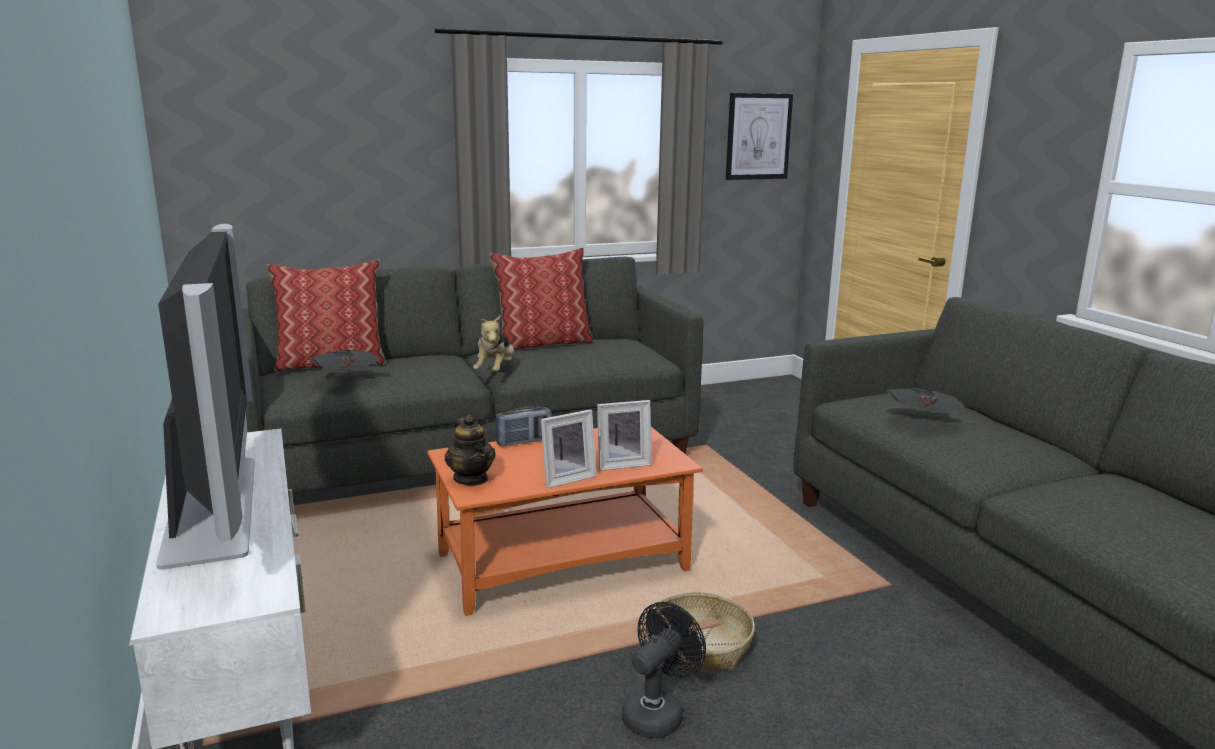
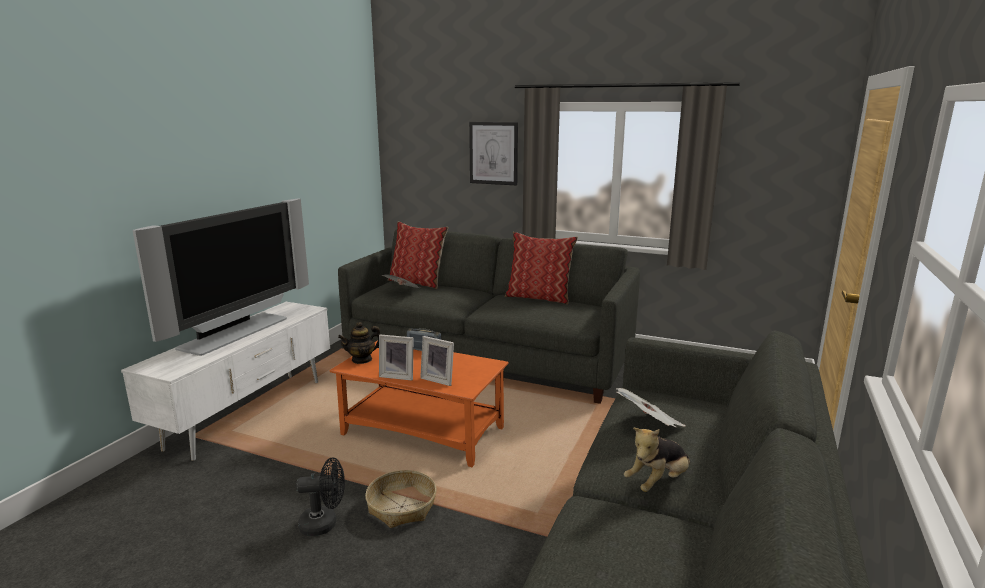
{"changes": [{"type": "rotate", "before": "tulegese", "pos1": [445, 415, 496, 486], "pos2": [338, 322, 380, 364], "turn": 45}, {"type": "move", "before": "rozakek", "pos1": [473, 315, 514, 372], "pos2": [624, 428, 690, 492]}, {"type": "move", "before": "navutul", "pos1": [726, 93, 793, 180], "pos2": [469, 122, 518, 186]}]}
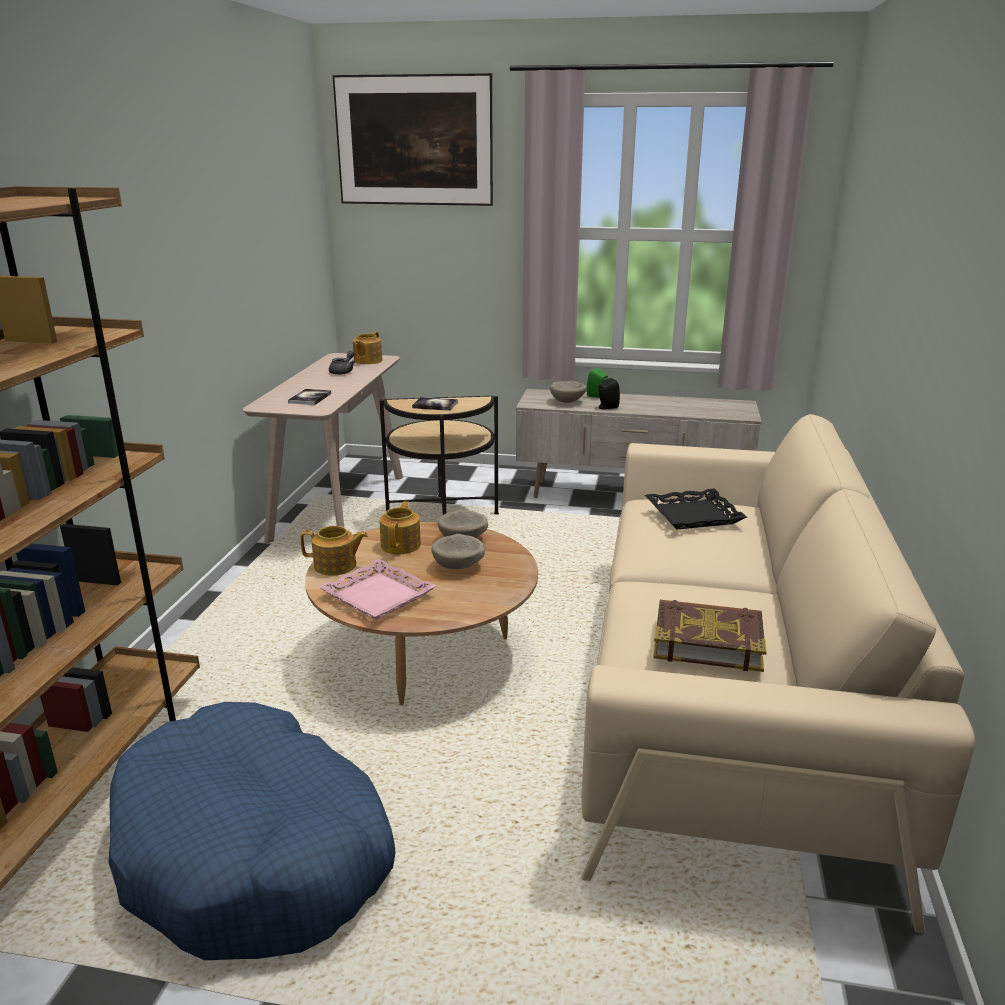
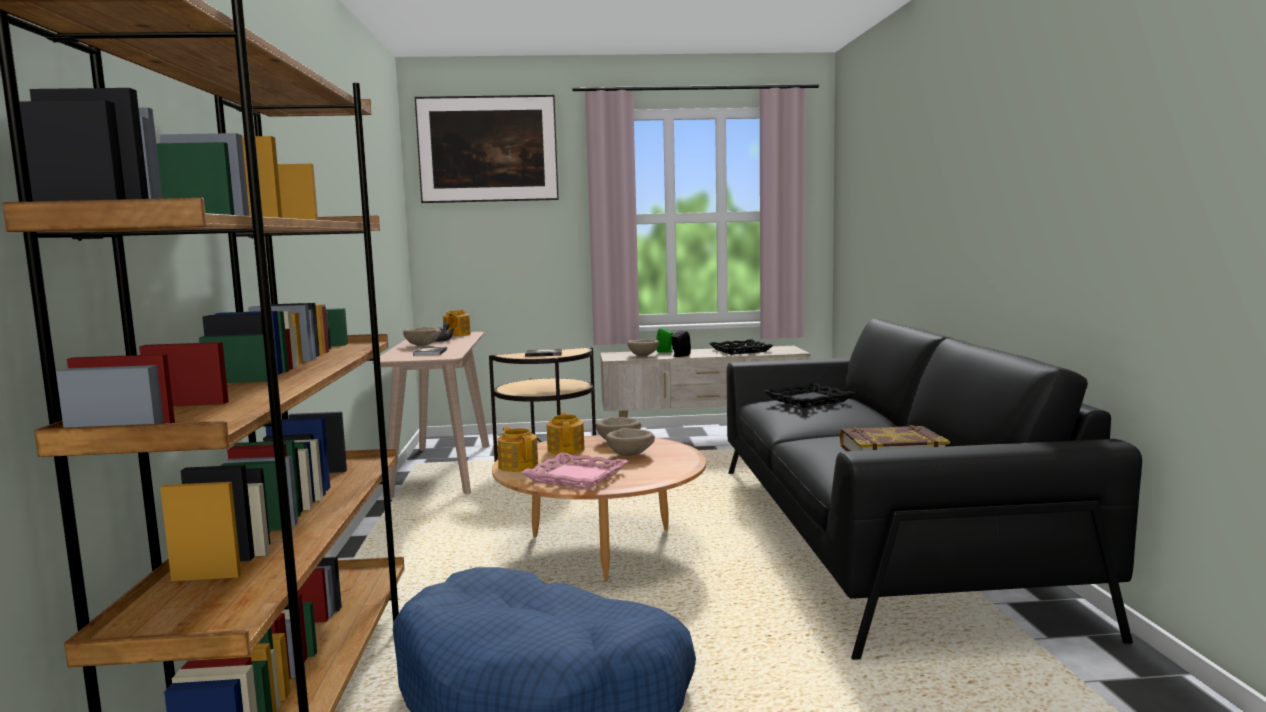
{"changes": [{"type": "rotate", "before": "tulegese", "pos1": [301, 526, 368, 576], "pos2": [497, 426, 538, 472], "turn": -105}, {"type": "recolor", "before": "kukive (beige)", "after": "kukive (black)", "pos1": [581, 414, 975, 934], "pos2": [727, 318, 1142, 660]}, {"type": "insert", "after": "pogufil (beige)", "pos2": [403, 327, 441, 346]}, {"type": "insert", "after": "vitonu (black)", "pos2": [709, 340, 773, 355]}]}
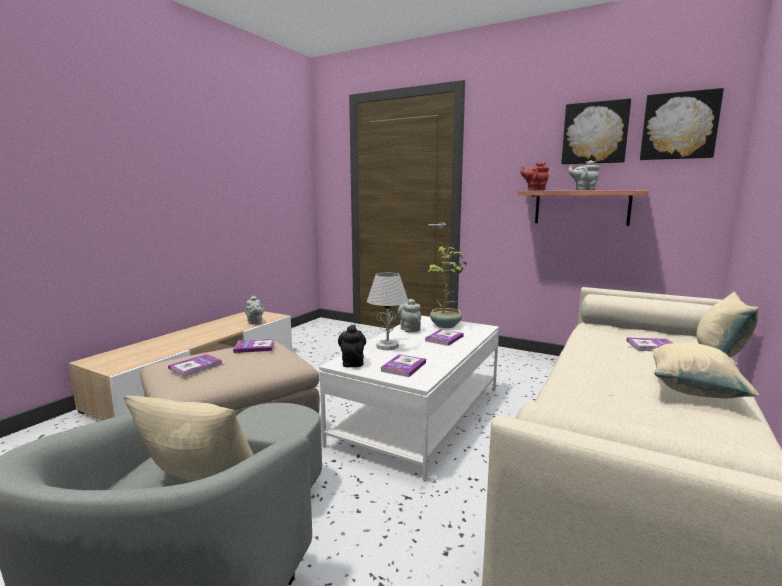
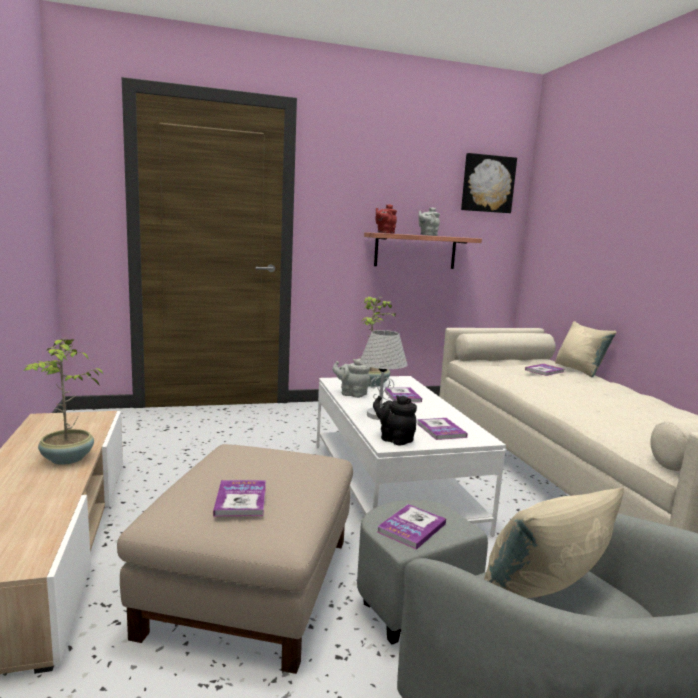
{"changes": [{"type": "move", "before": "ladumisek", "pos1": [233, 339, 274, 353], "pos2": [377, 504, 446, 550]}, {"type": "delete", "before": "tulegese (grey)", "pos1": [245, 296, 264, 324]}, {"type": "delete", "before": "navutul", "pos1": [561, 98, 631, 164]}, {"type": "delete", "before": "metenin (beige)", "pos1": [652, 342, 759, 398]}, {"type": "insert", "after": "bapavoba", "pos2": [24, 337, 103, 465]}]}
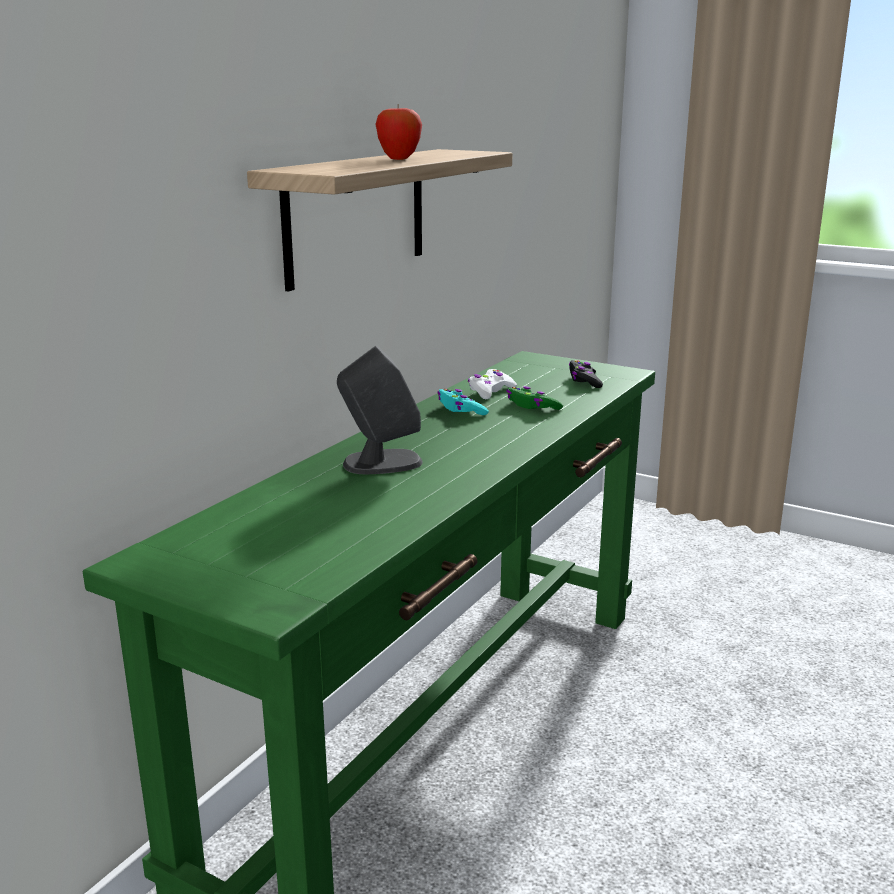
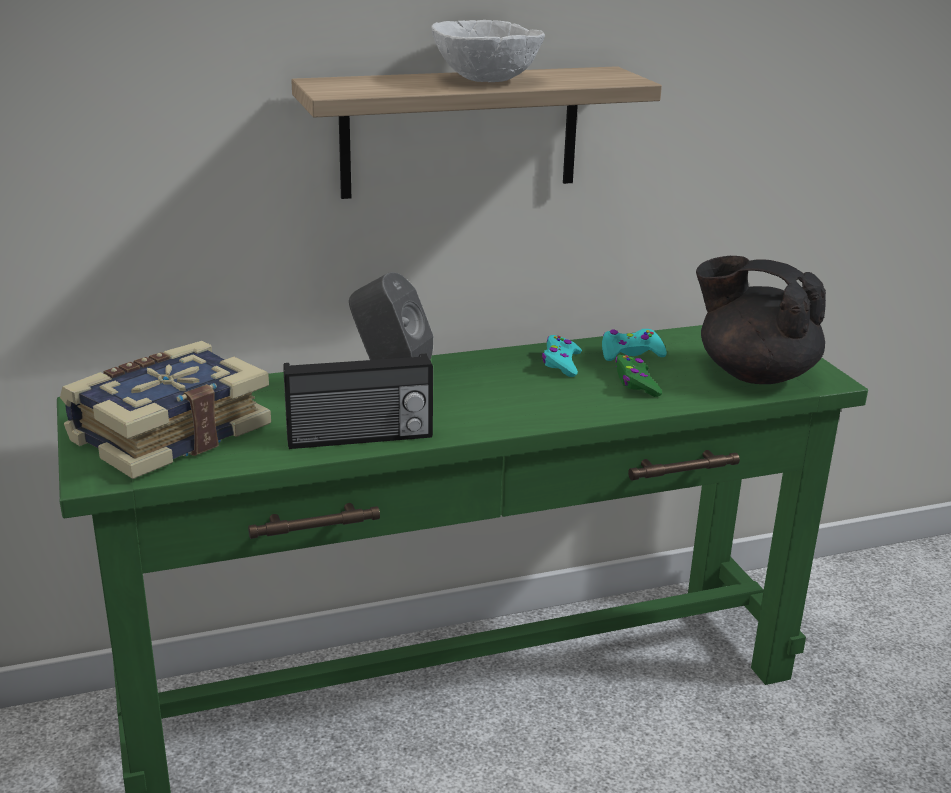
{"changes": [{"type": "replace", "before": "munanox", "after": "pogufil (white)", "pos1": [375, 103, 422, 160], "pos2": [431, 20, 545, 82]}, {"type": "recolor", "before": "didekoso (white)", "after": "didekoso (turquoise)", "pos1": [468, 369, 517, 399], "pos2": [602, 329, 667, 361]}, {"type": "replace", "before": "didekoso (black)", "after": "tulegese (black)", "pos1": [569, 360, 603, 388], "pos2": [696, 256, 826, 384]}, {"type": "insert", "after": "ladumisek", "pos2": [60, 341, 271, 479]}, {"type": "insert", "after": "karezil", "pos2": [283, 354, 433, 449]}]}
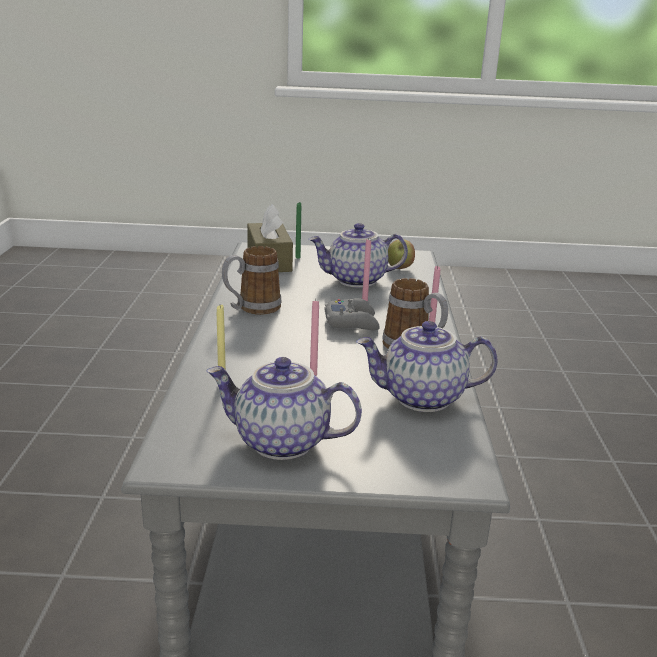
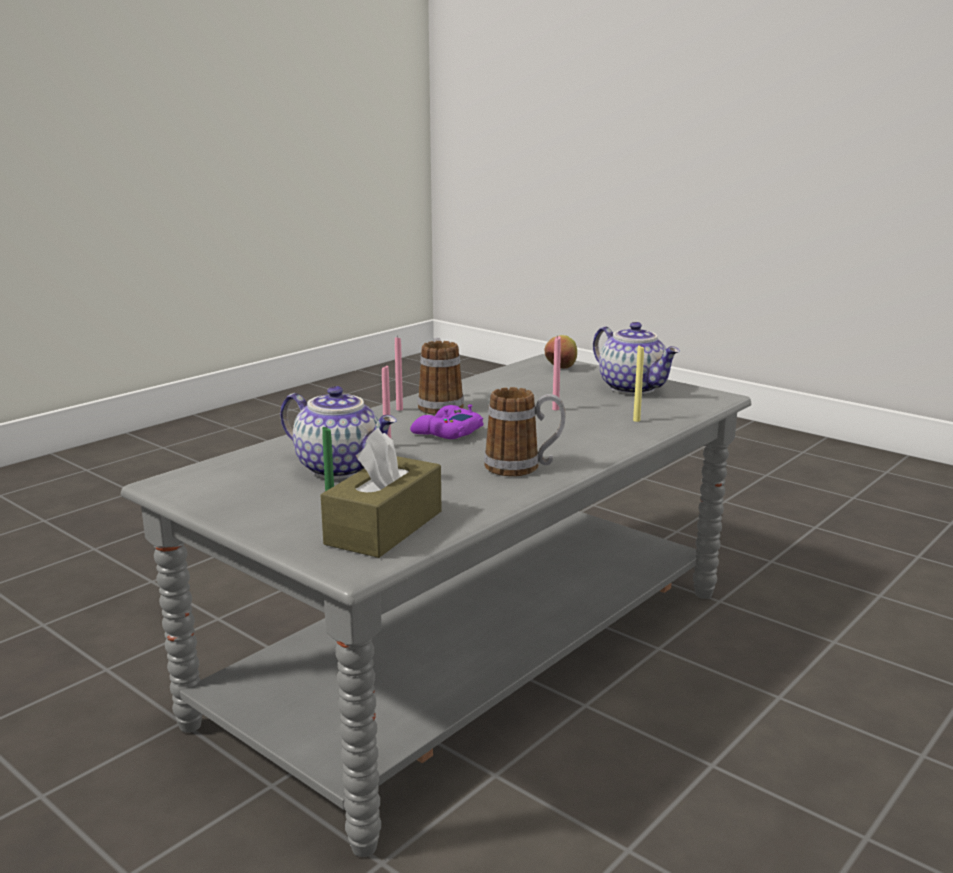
{"changes": [{"type": "recolor", "before": "didekoso (grey)", "after": "didekoso (purple)", "pos1": [324, 298, 380, 331], "pos2": [410, 404, 483, 439]}, {"type": "delete", "before": "tulegese", "pos1": [356, 321, 497, 412]}, {"type": "move", "before": "munanox", "pos1": [388, 239, 415, 269], "pos2": [544, 335, 577, 369]}]}
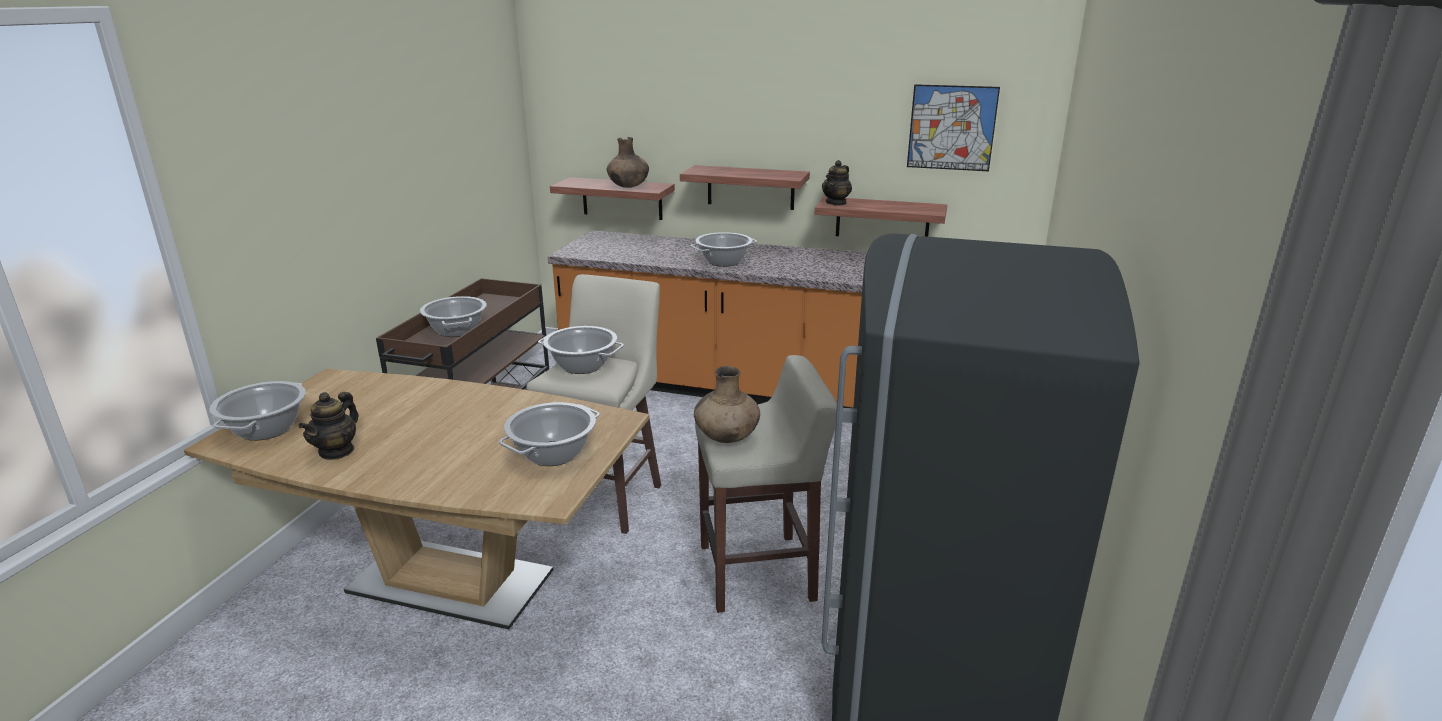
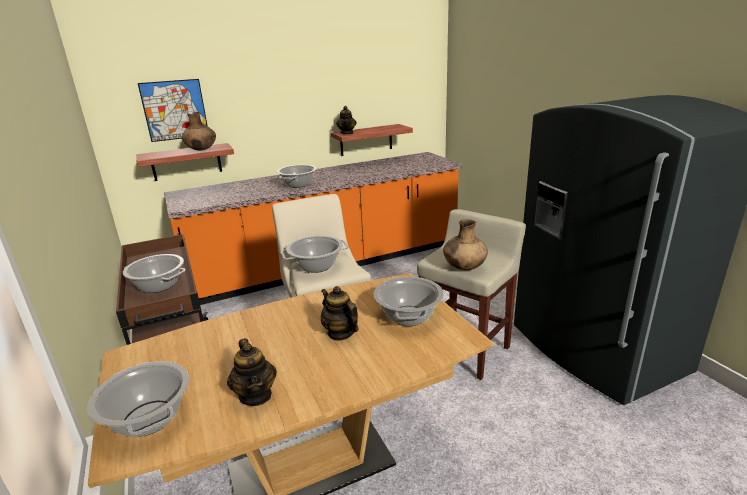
{"changes": [{"type": "delete", "before": "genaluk", "pos1": [680, 165, 810, 210]}, {"type": "move", "before": "navutul", "pos1": [907, 84, 1000, 171], "pos2": [138, 79, 208, 142]}, {"type": "insert", "after": "tulegese", "pos2": [321, 286, 358, 341]}]}
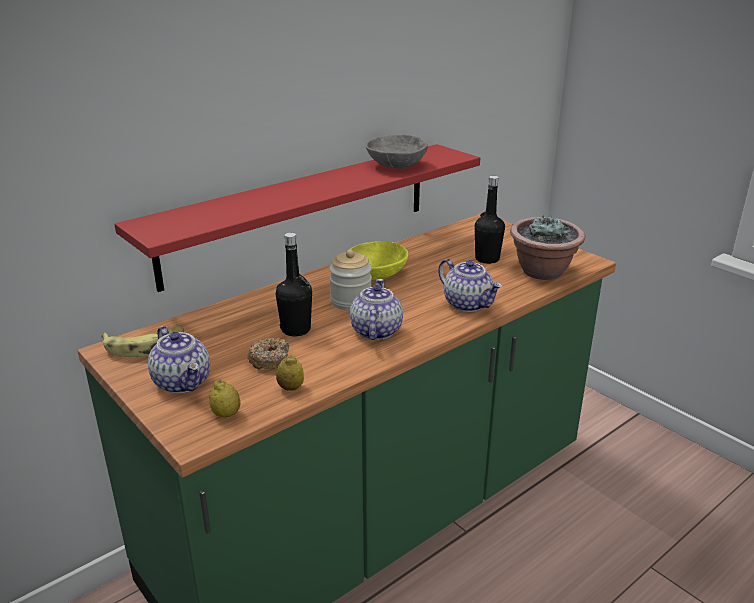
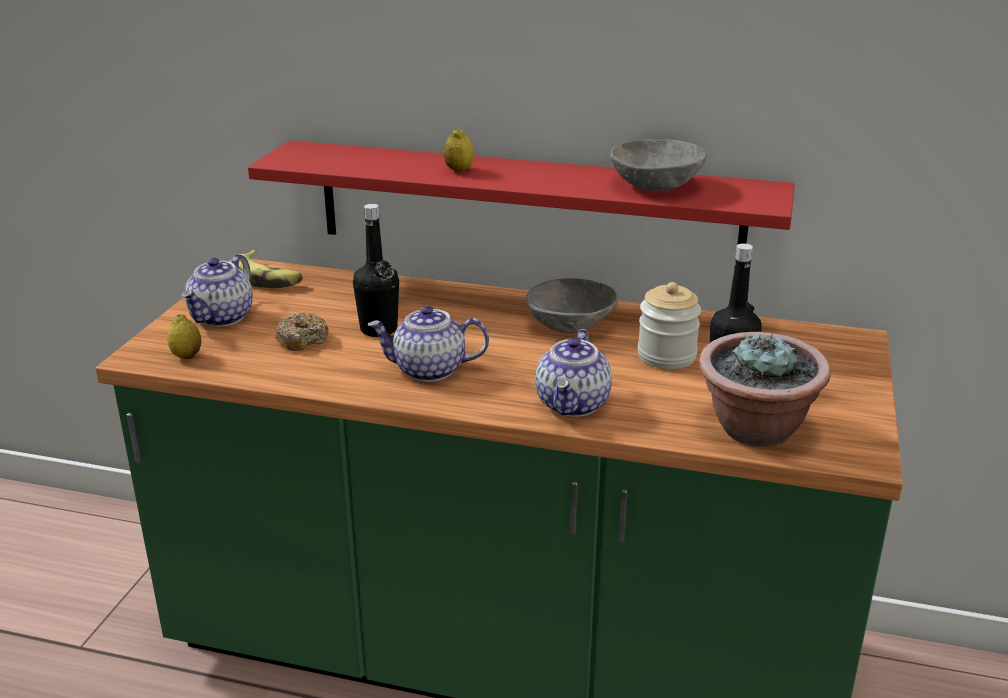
{"changes": [{"type": "move", "before": "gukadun", "pos1": [276, 355, 304, 391], "pos2": [444, 128, 474, 172]}, {"type": "move", "before": "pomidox", "pos1": [329, 250, 372, 311], "pos2": [637, 282, 701, 369]}, {"type": "recolor", "before": "pogufil (yellow)", "after": "pogufil (grey)", "pos1": [349, 241, 408, 280], "pos2": [526, 278, 618, 333]}, {"type": "rotate", "before": "tulegese", "pos1": [350, 279, 403, 340], "pos2": [367, 306, 489, 382], "turn": -150}]}
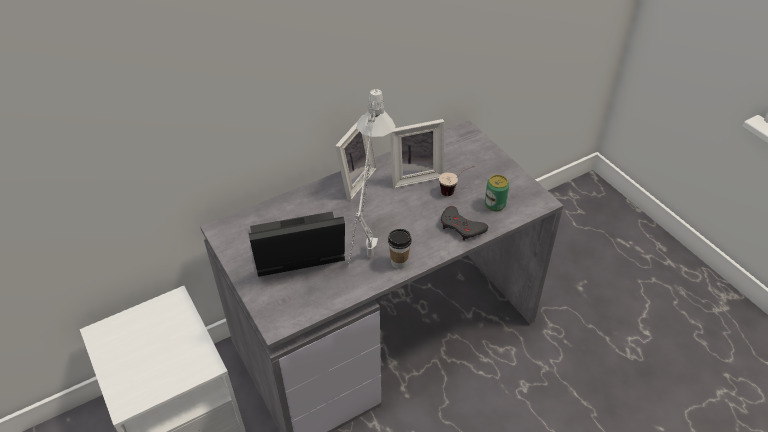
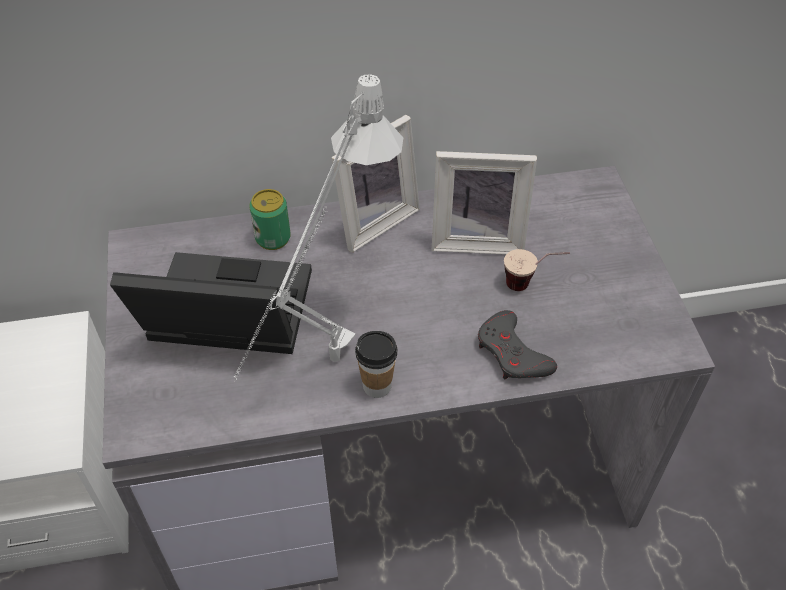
{"changes": [{"type": "move", "before": "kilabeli", "pos1": [485, 175, 509, 211], "pos2": [249, 189, 291, 250]}]}
